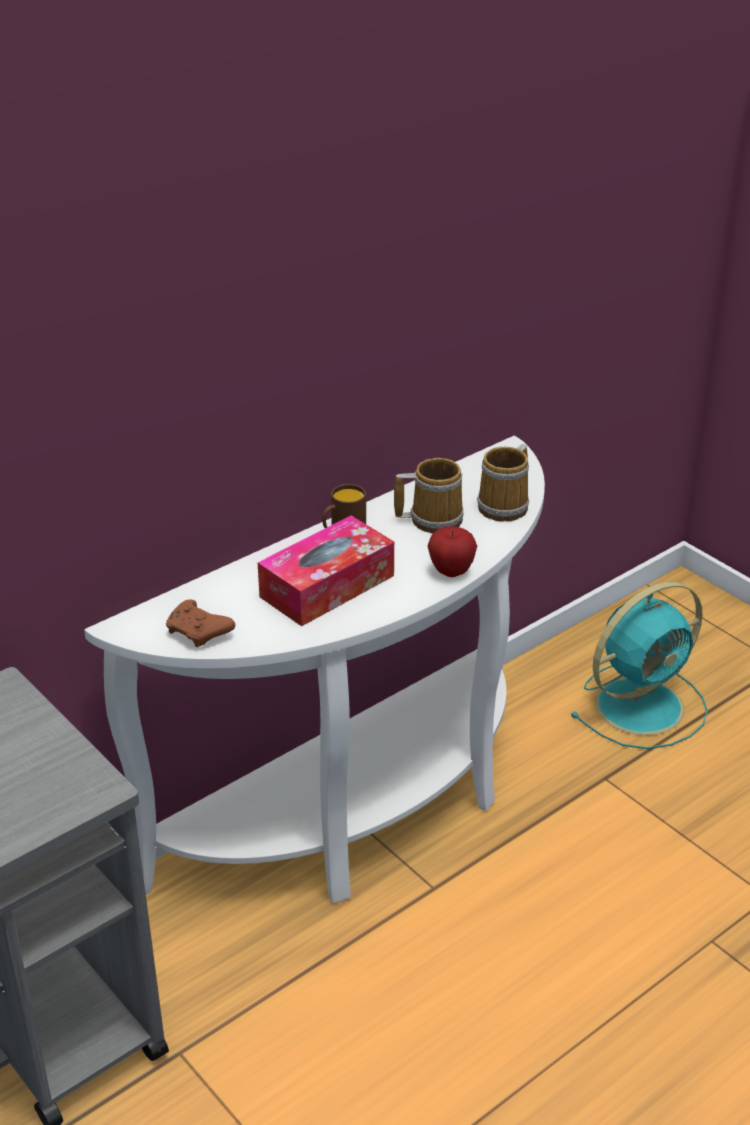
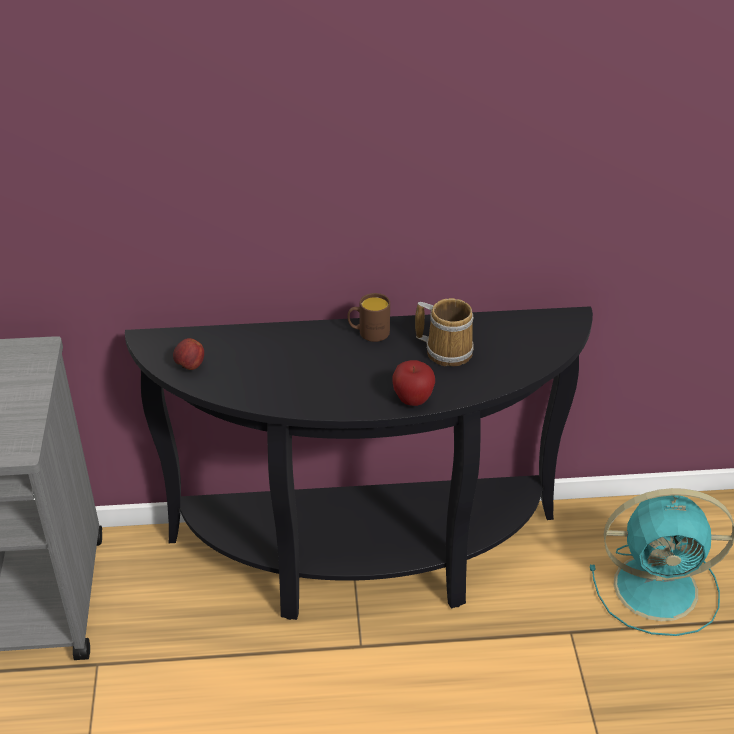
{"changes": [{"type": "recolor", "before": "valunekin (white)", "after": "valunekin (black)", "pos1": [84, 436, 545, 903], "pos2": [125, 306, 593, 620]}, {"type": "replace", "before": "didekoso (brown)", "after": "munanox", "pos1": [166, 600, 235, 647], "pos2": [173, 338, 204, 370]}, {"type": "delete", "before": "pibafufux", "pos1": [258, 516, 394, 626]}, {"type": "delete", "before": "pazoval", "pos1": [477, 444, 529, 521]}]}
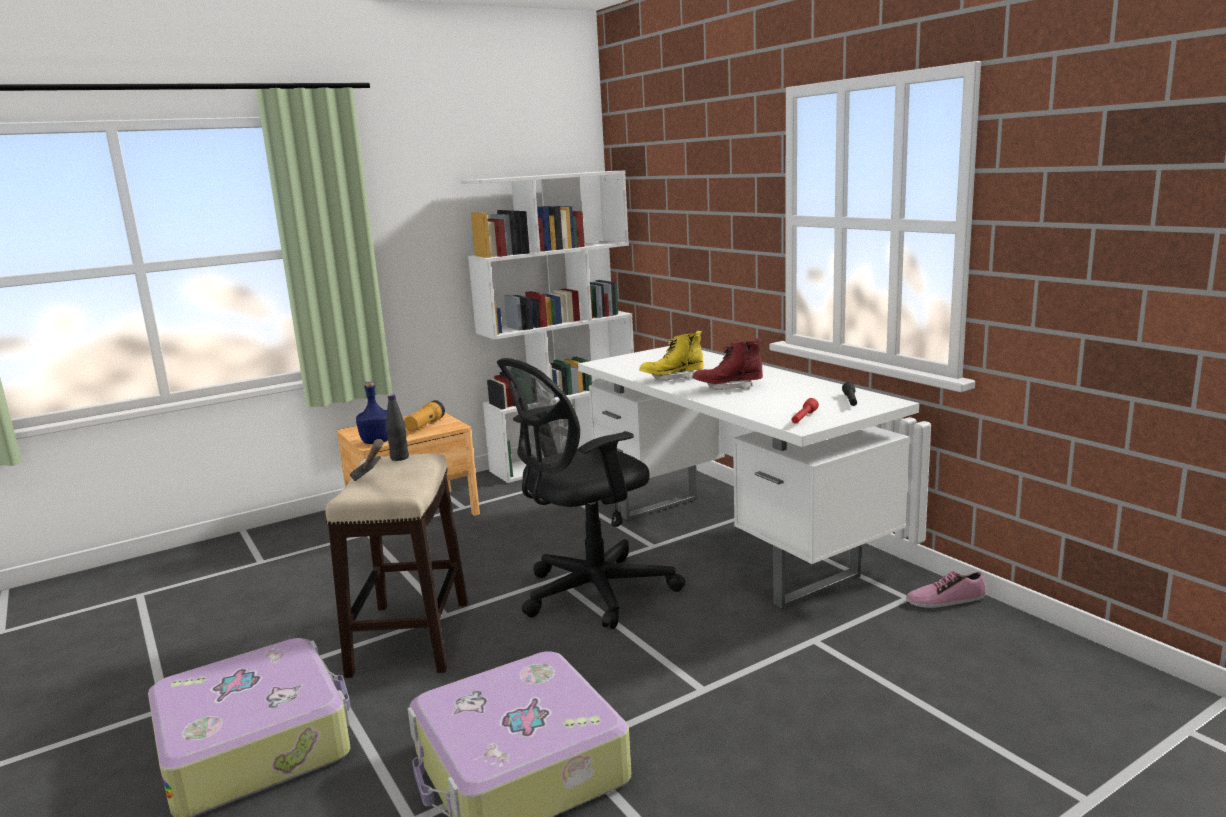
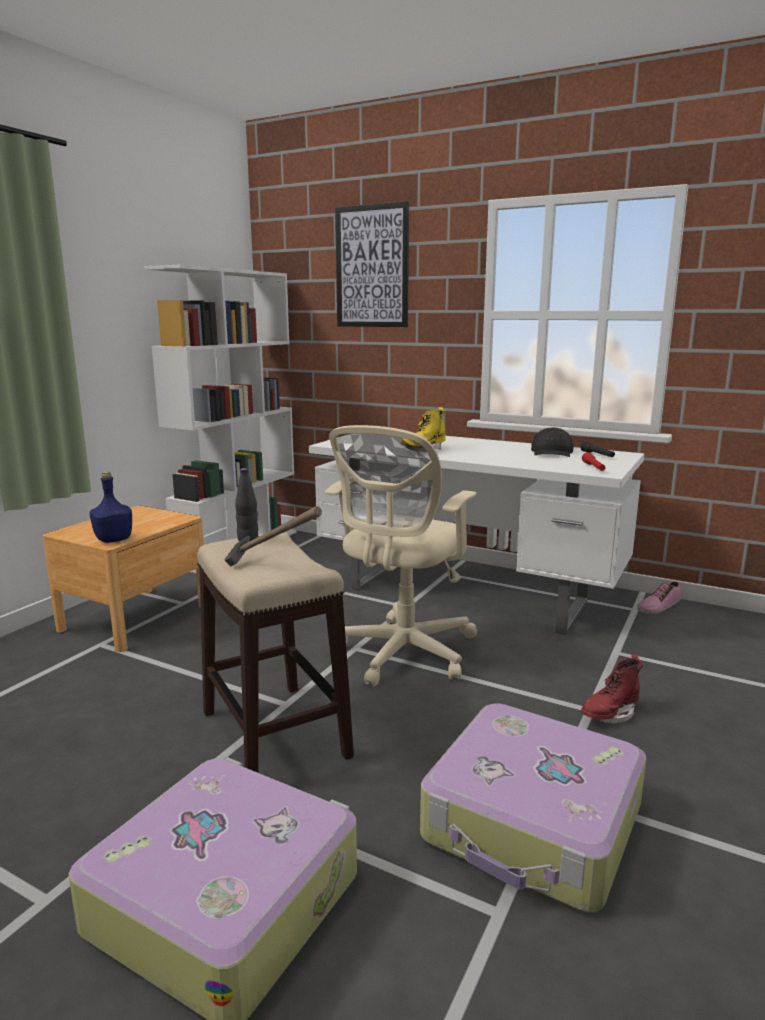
{"changes": [{"type": "delete", "before": "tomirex", "pos1": [404, 400, 445, 431]}, {"type": "recolor", "before": "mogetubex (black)", "after": "mogetubex (beige)", "pos1": [497, 358, 685, 629], "pos2": [325, 425, 478, 687]}, {"type": "move", "before": "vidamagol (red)", "pos1": [692, 338, 763, 390], "pos2": [581, 654, 643, 724]}, {"type": "insert", "after": "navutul", "pos2": [335, 201, 409, 327]}, {"type": "insert", "after": "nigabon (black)", "pos2": [531, 427, 574, 457]}]}
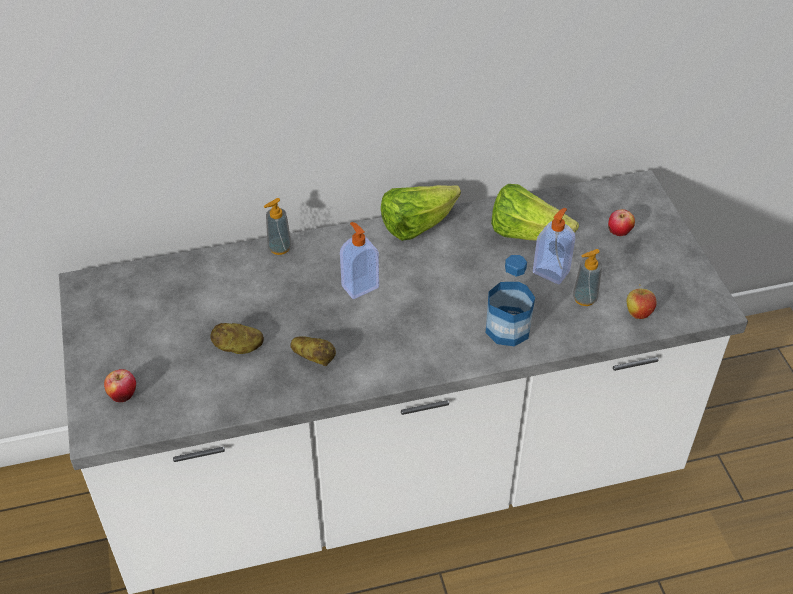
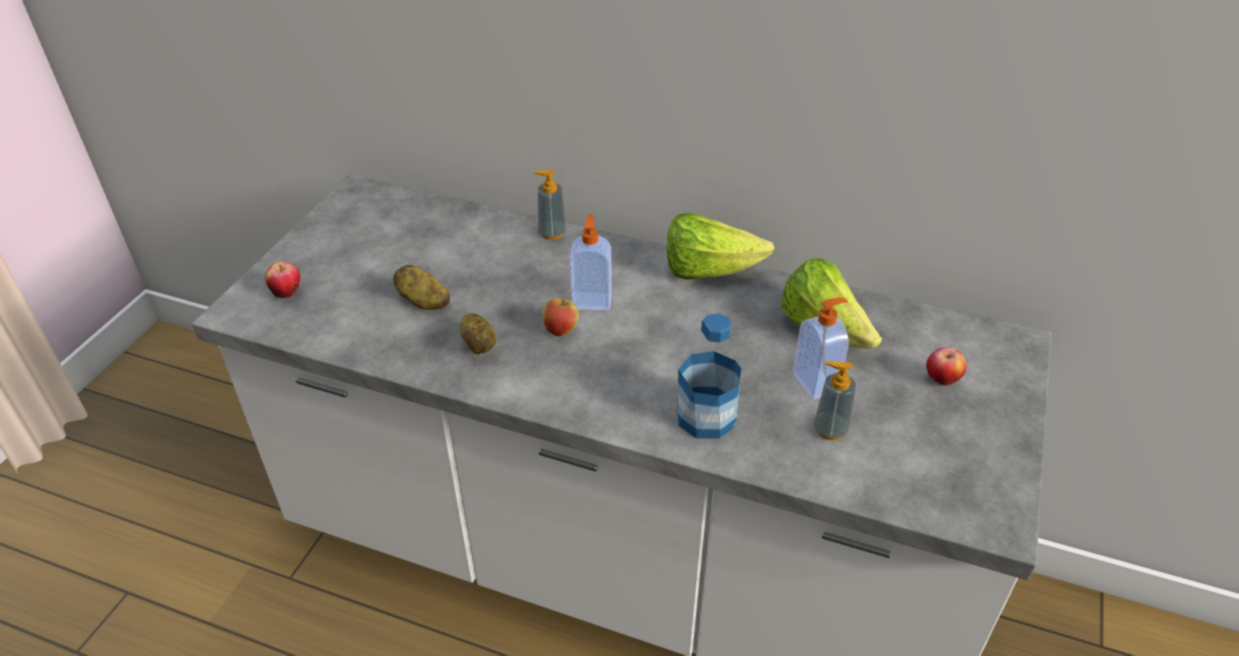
{"changes": [{"type": "move", "before": "munanox", "pos1": [627, 284, 657, 319], "pos2": [542, 295, 579, 337]}]}
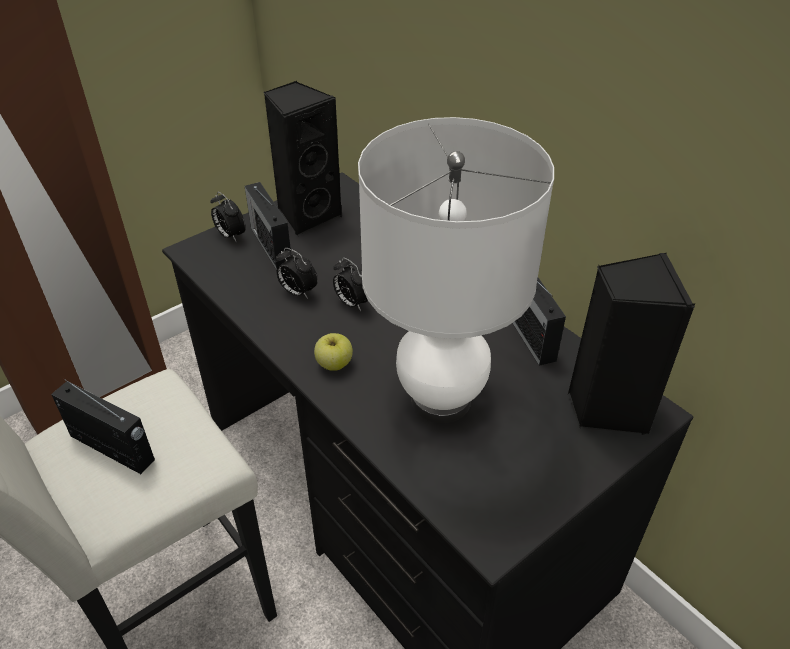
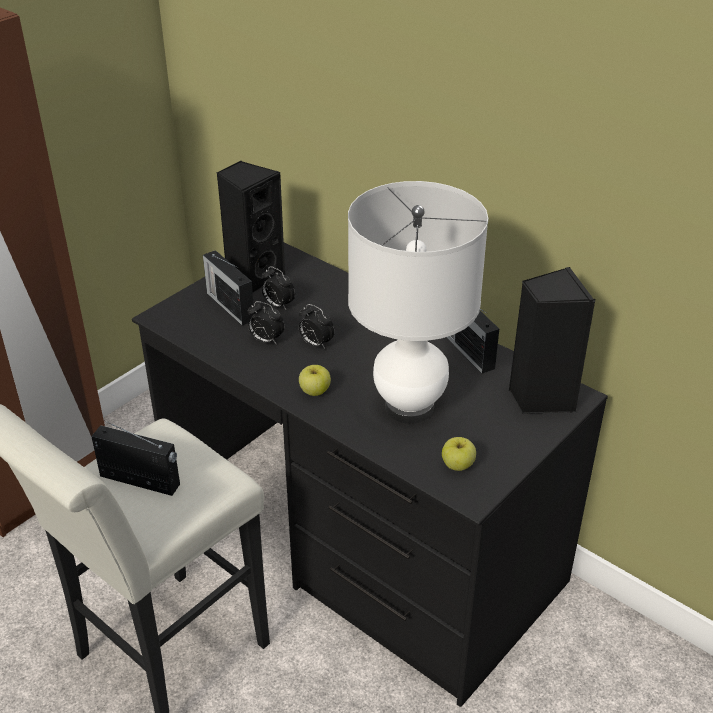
{"changes": [{"type": "move", "before": "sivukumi", "pos1": [210, 192, 246, 241], "pos2": [261, 266, 295, 310]}, {"type": "insert", "after": "munanox", "pos2": [442, 437, 476, 471]}]}
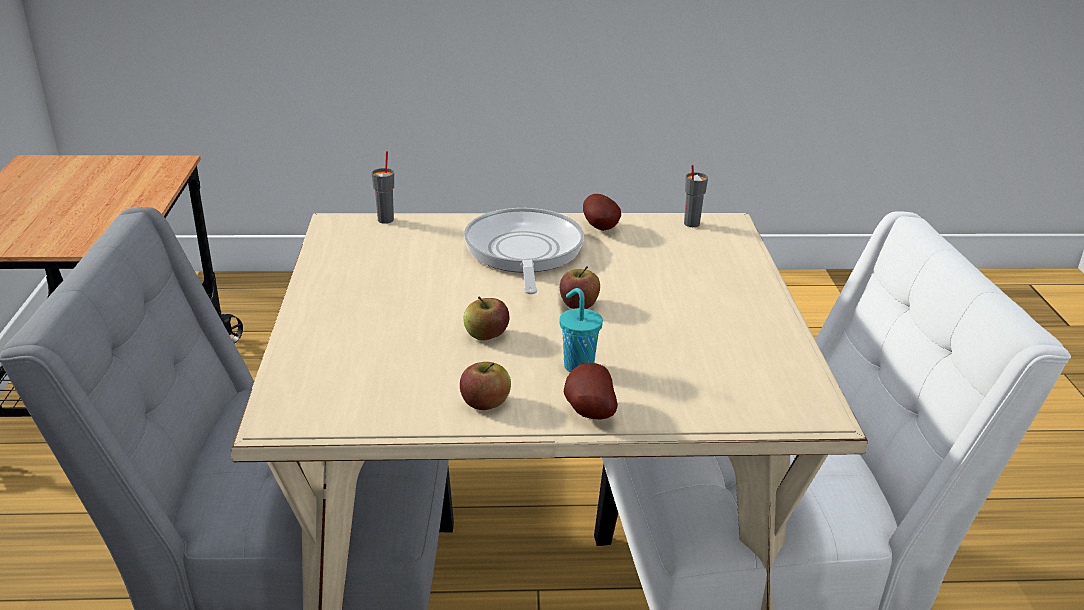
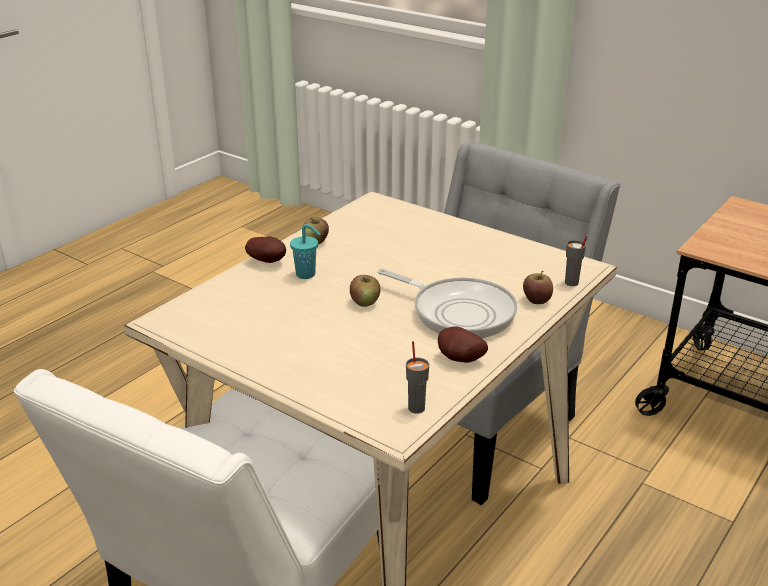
{"changes": [{"type": "move", "before": "munanox", "pos1": [464, 296, 509, 340], "pos2": [523, 271, 553, 304]}]}
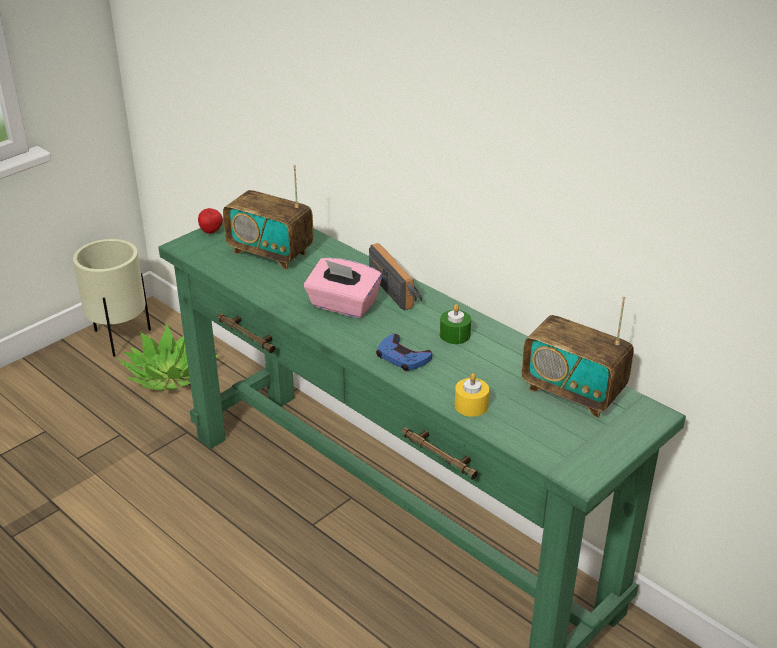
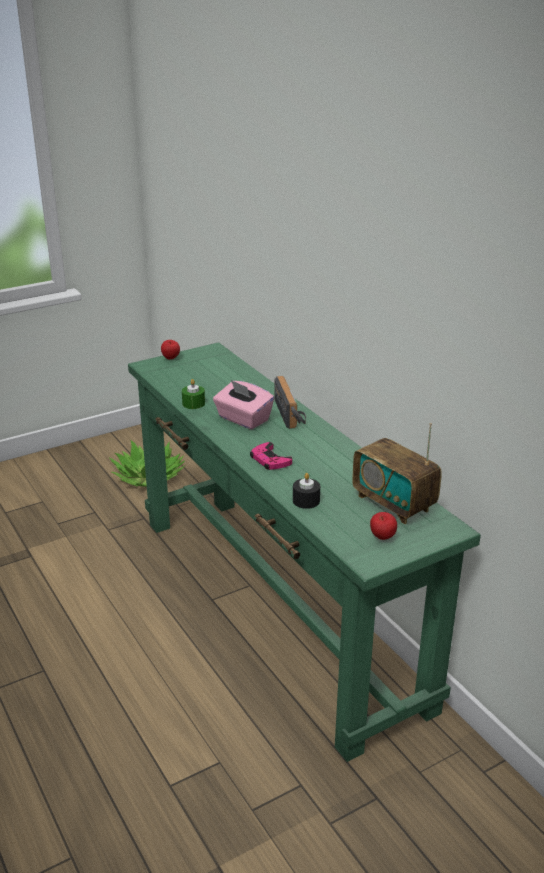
{"changes": [{"type": "delete", "before": "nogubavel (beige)", "pos1": [73, 239, 151, 357]}, {"type": "delete", "before": "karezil", "pos1": [223, 165, 314, 269]}, {"type": "recolor", "before": "didekoso (blue)", "after": "didekoso (pink)", "pos1": [376, 334, 432, 371], "pos2": [250, 442, 292, 470]}, {"type": "move", "before": "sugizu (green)", "pos1": [440, 304, 471, 344], "pos2": [182, 379, 205, 409]}, {"type": "recolor", "before": "sugizu (yellow)", "after": "sugizu (black)", "pos1": [455, 373, 489, 417], "pos2": [293, 473, 320, 509]}, {"type": "insert", "after": "munanox", "pos2": [370, 512, 397, 540]}]}
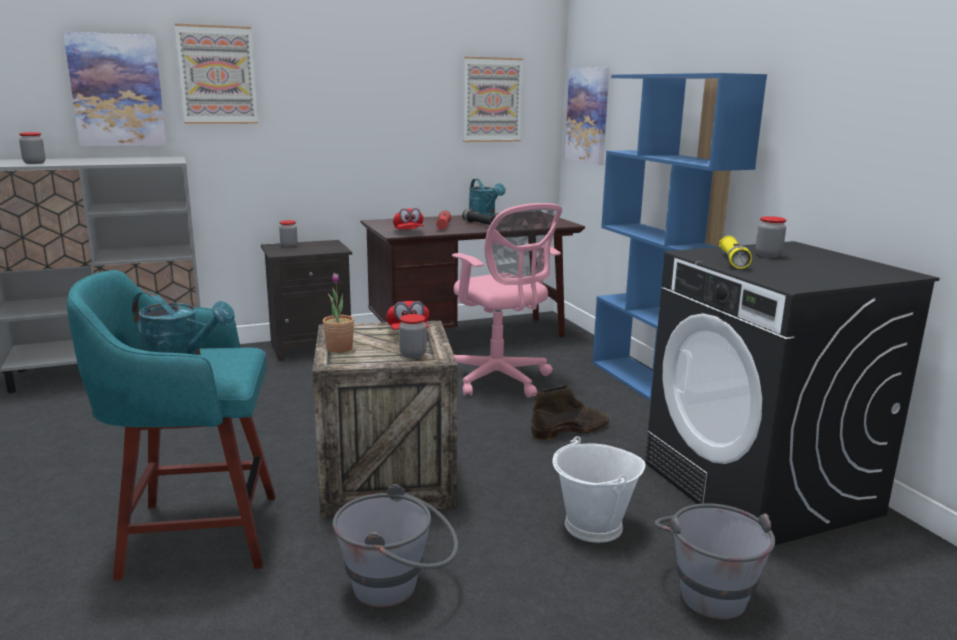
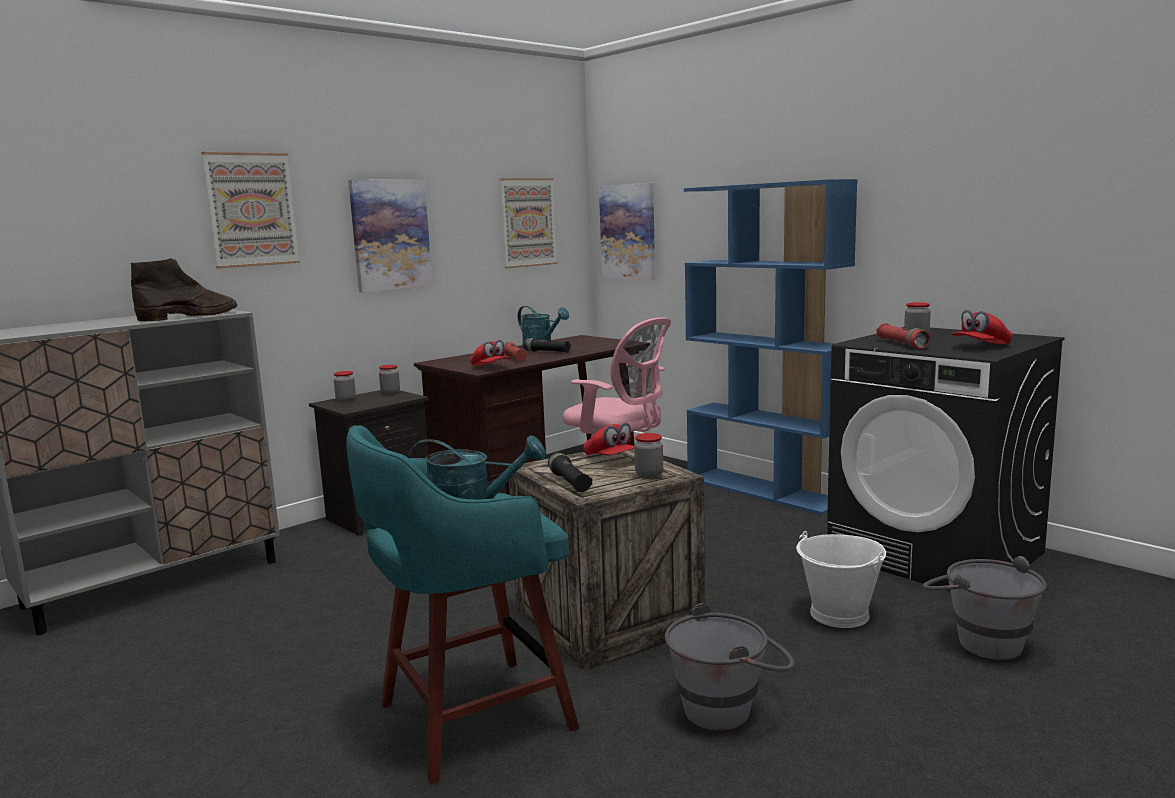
{"changes": [{"type": "move", "before": "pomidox", "pos1": [19, 132, 46, 164], "pos2": [379, 365, 400, 395]}, {"type": "move", "before": "navutul", "pos1": [63, 32, 166, 146], "pos2": [348, 179, 433, 293]}, {"type": "replace", "before": "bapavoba", "after": "tomirex (black)", "pos1": [323, 273, 354, 353], "pos2": [548, 453, 592, 492]}, {"type": "move", "before": "vidamagol (brown)", "pos1": [531, 383, 609, 440], "pos2": [131, 258, 237, 321]}, {"type": "recolor", "before": "tomirex (yellow)", "after": "tomirex (red)", "pos1": [719, 236, 752, 269], "pos2": [876, 323, 930, 349]}, {"type": "insert", "after": "nigabon (red)", "pos2": [952, 310, 1012, 345]}]}
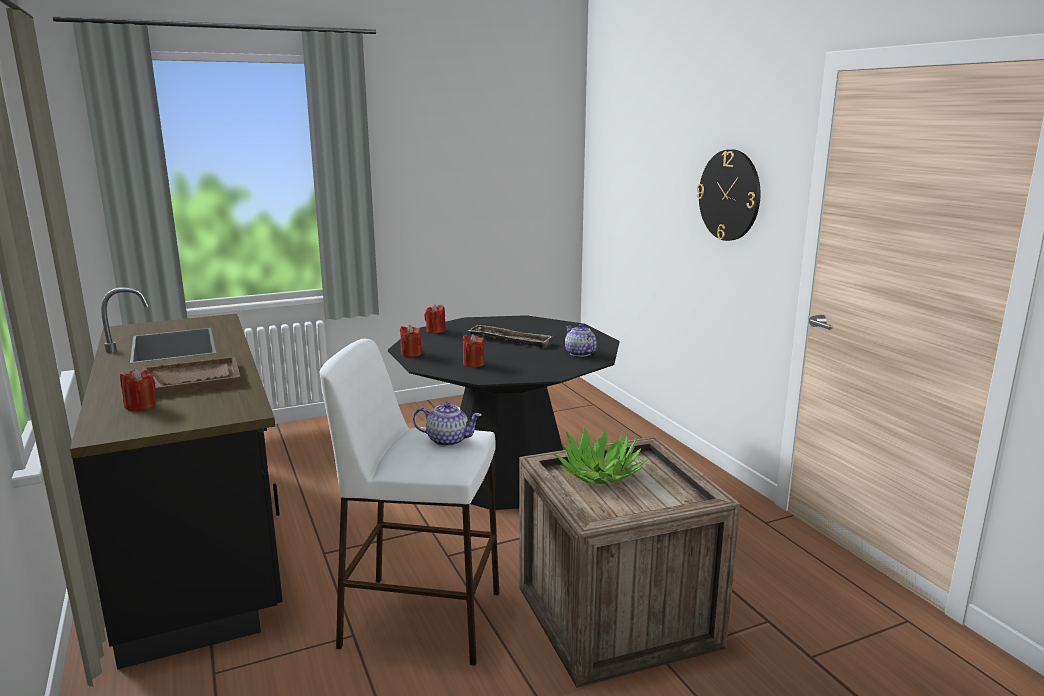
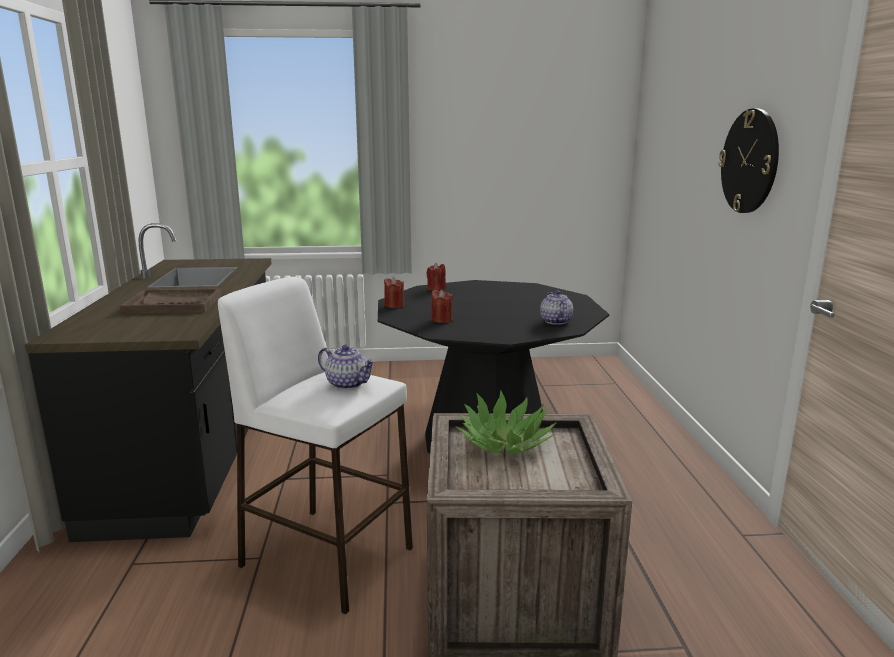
{"changes": [{"type": "delete", "before": "sugizu (red)", "pos1": [120, 368, 156, 411]}, {"type": "delete", "before": "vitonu", "pos1": [468, 324, 552, 348]}]}
